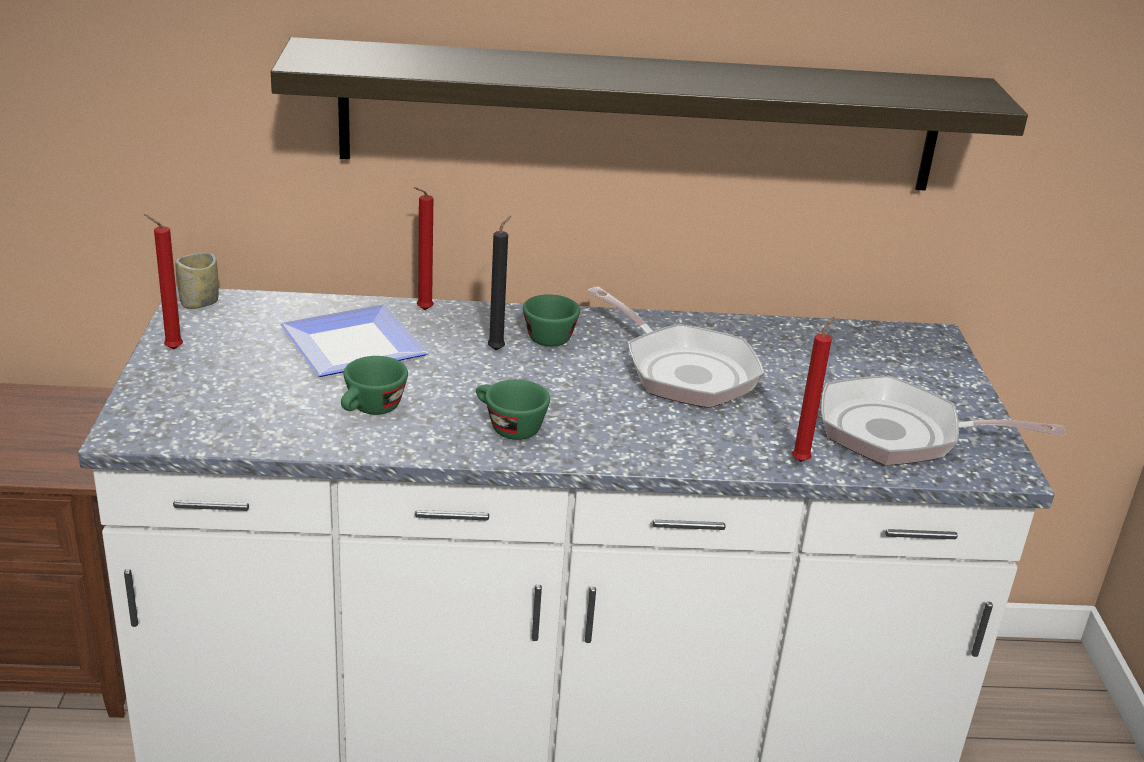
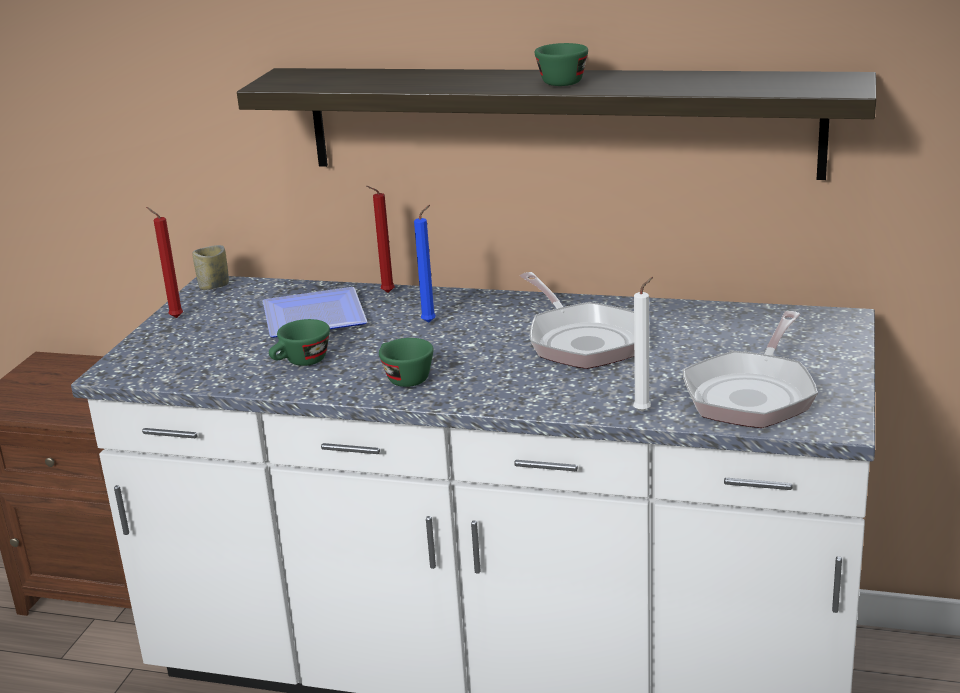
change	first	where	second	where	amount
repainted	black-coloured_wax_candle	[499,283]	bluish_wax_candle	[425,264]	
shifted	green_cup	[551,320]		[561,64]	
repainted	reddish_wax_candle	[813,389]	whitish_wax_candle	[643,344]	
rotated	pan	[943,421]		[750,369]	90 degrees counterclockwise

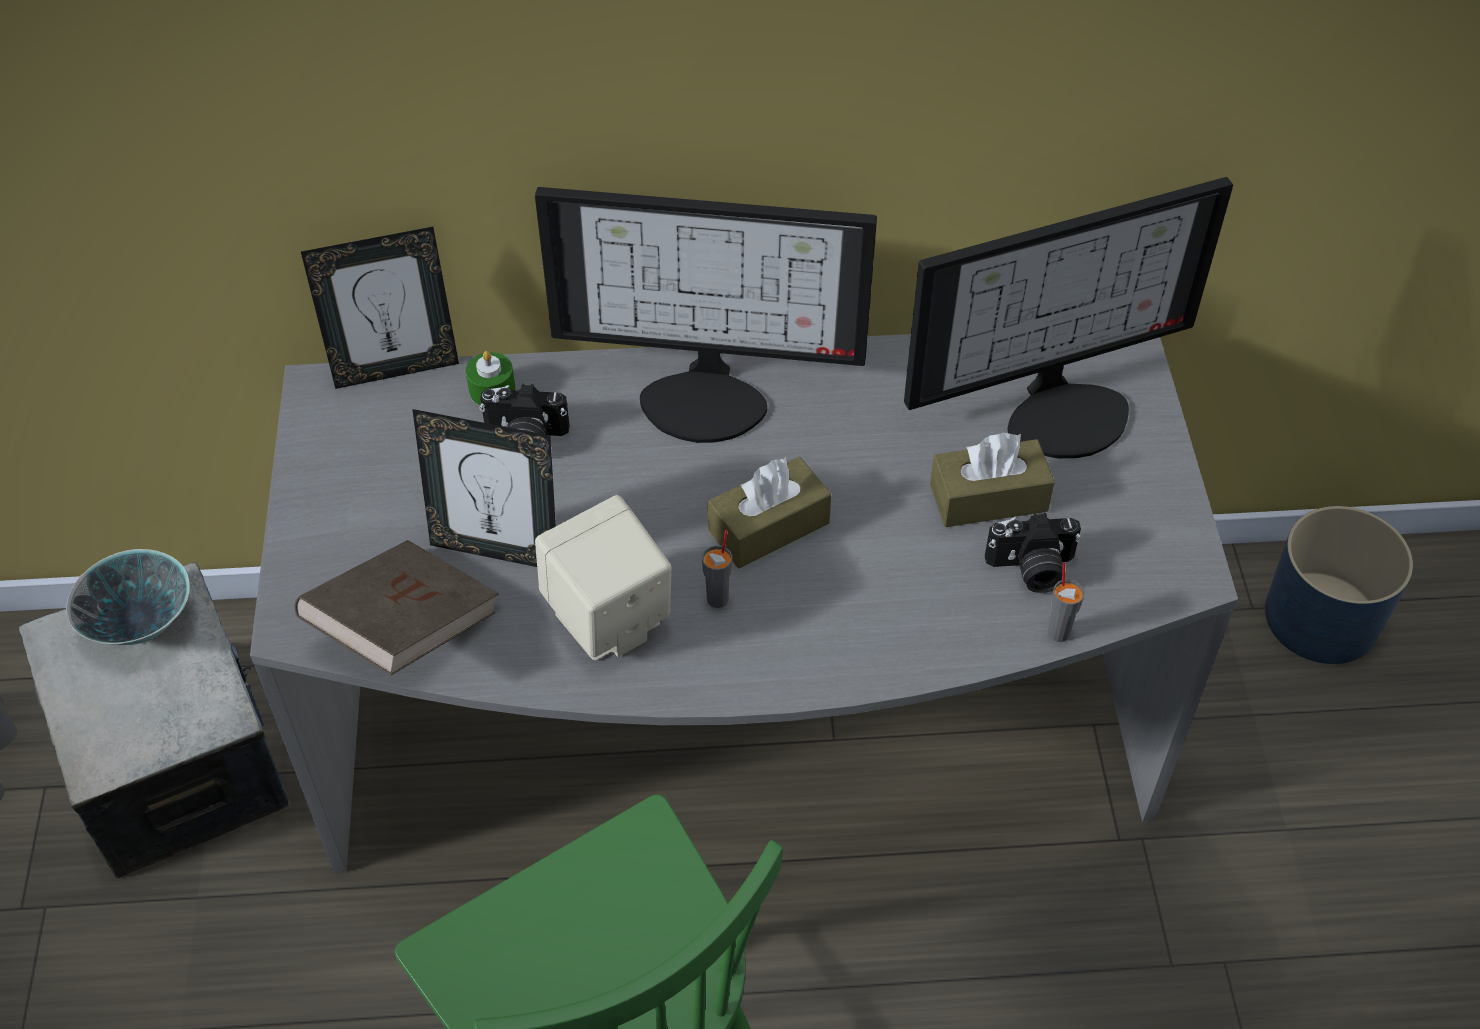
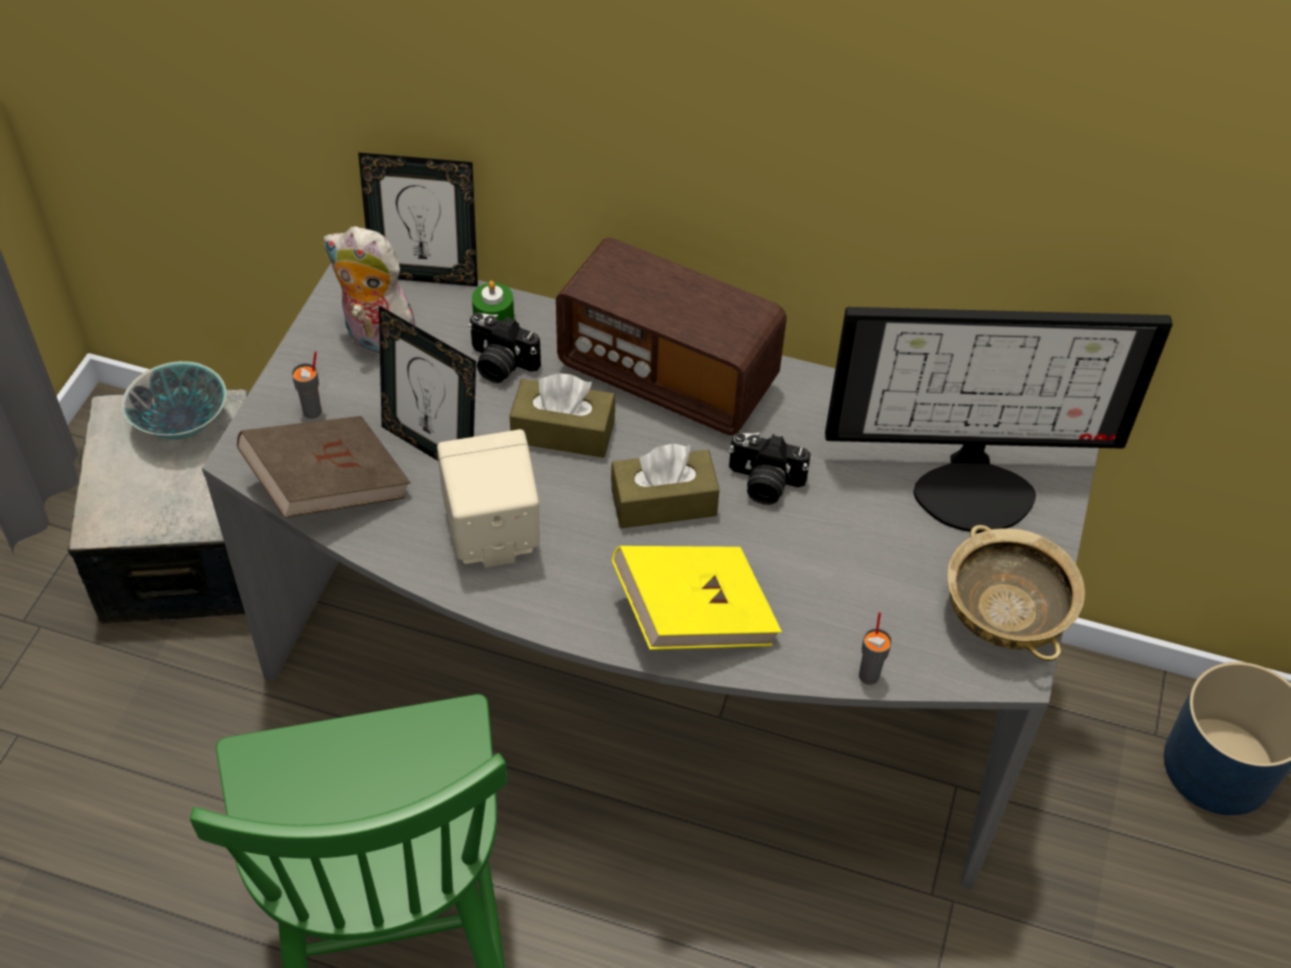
change	first	where	second	where	amount
swapped	computer_display	[706,315]	radio_set	[671,337]	
shifted	brown-coloured_box_of_tissues	[992,480]		[562,415]	
shifted	photo_camera	[1033,553]		[770,469]	
shifted	grey_cup	[717,569]		[306,385]	
new			soft_toy	[370,294]	
new			beige_bowl	[1016,593]	
new			yellow_bound_book	[697,598]	

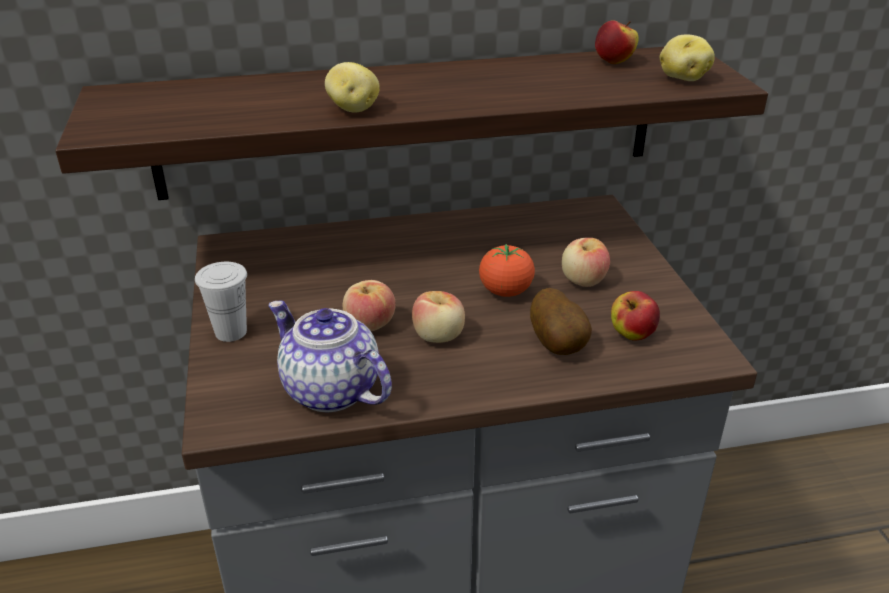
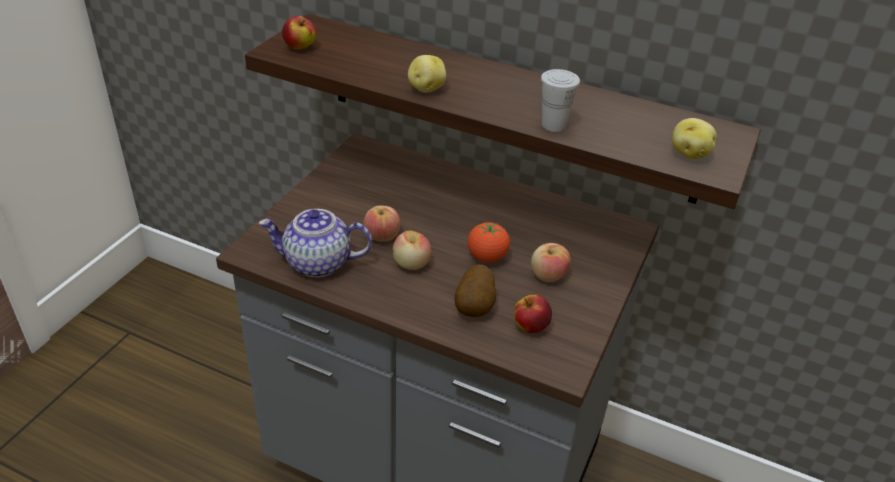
change	first	where	second	where	amount
shifted	apple	[617,42]		[299,33]	
shifted	whitish_cup	[221,302]		[560,100]	
rotated	pot_for_tea	[330,356]		[315,243]	75 degrees counterclockwise

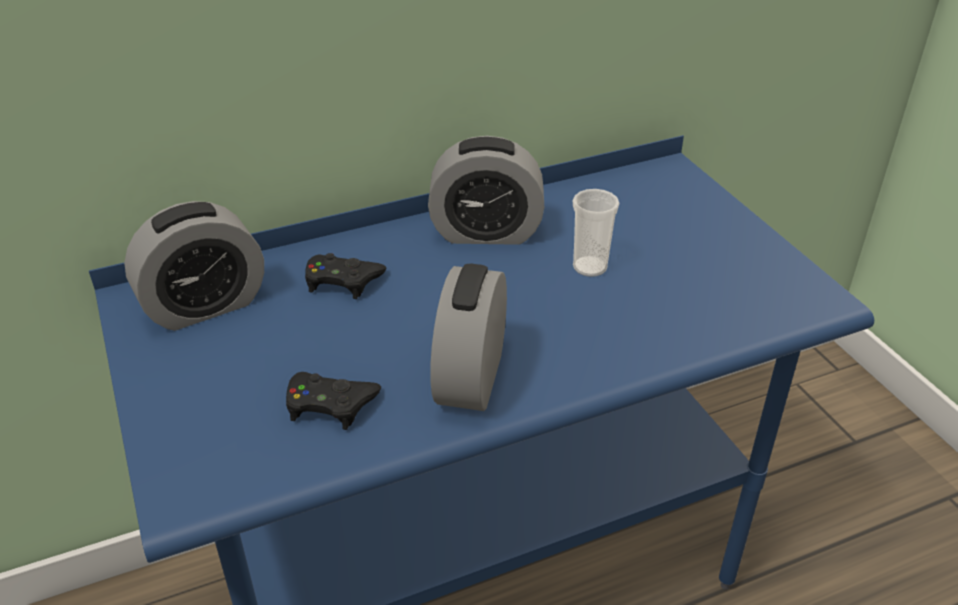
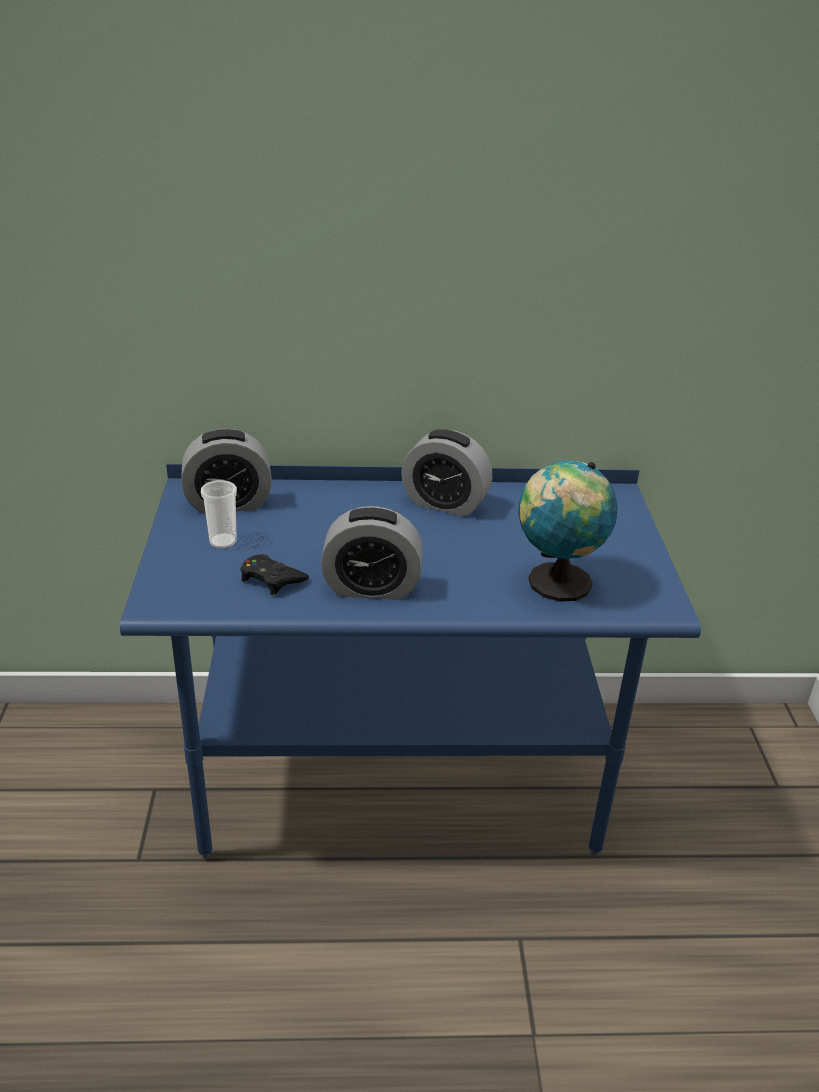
change	first	where	second	where	amount
shifted	cup	[596,233]		[219,514]	
gone	black-coloured_game_controller	[346,276]			
rotated	alarm_clock	[468,337]		[371,553]	120 degrees counterclockwise
new			world_globe	[568,531]	

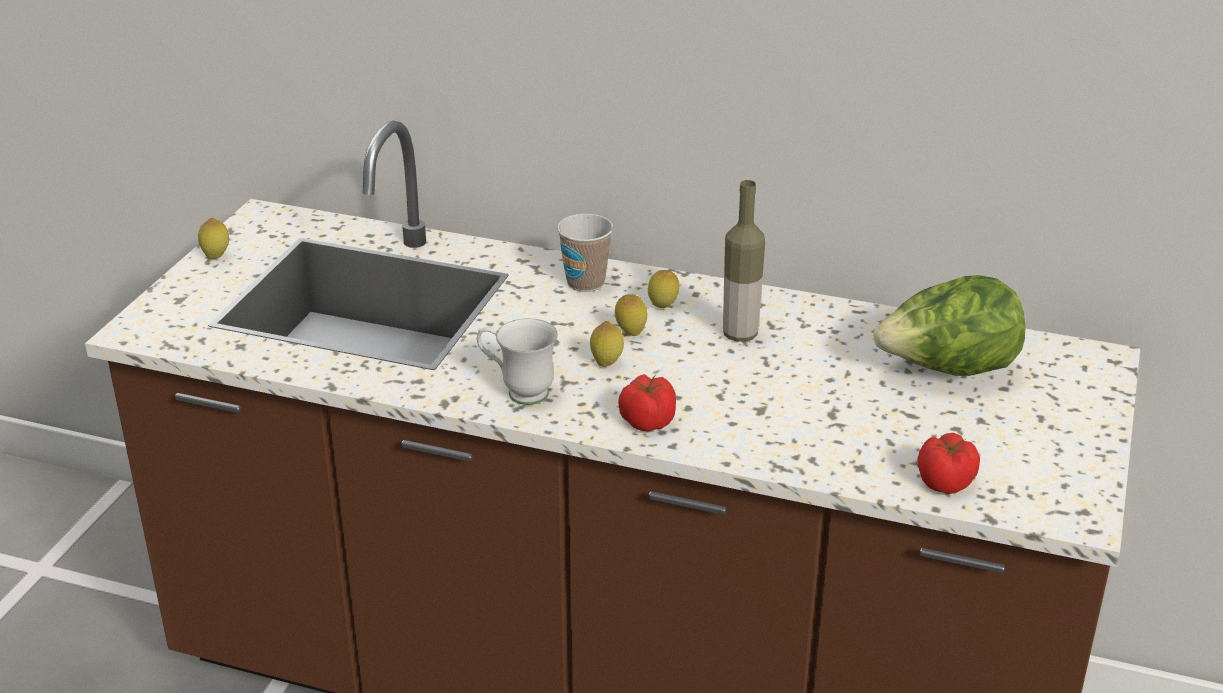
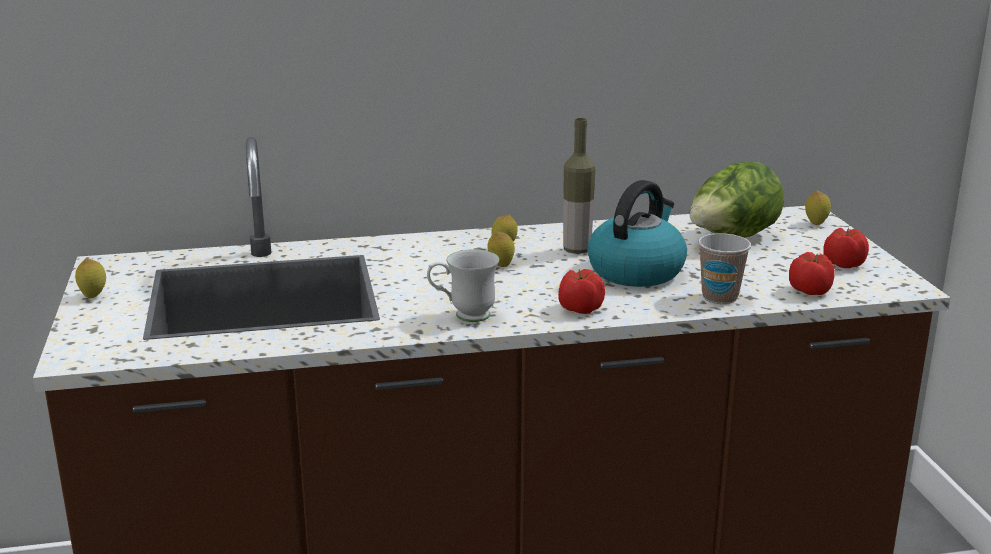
change	first	where	second	where	amount
shifted	cup	[585,253]		[724,268]	
shifted	citrus_fruit	[607,344]		[818,207]	
new			water_kettle	[637,233]	
new			tomato	[846,248]	

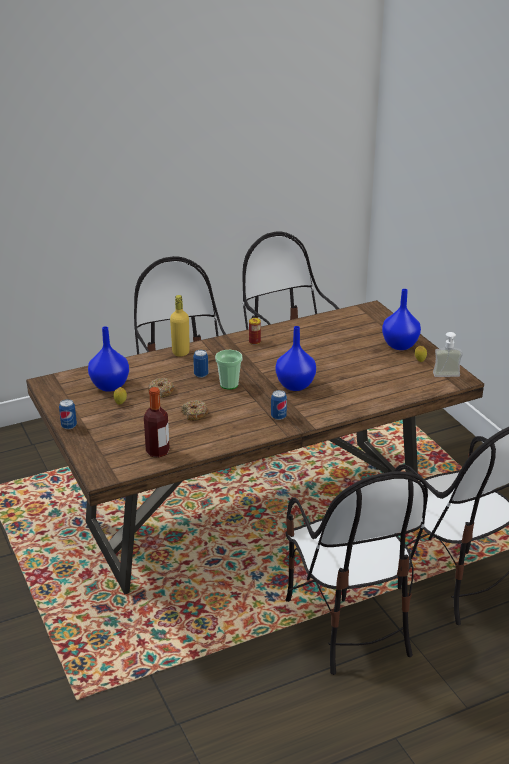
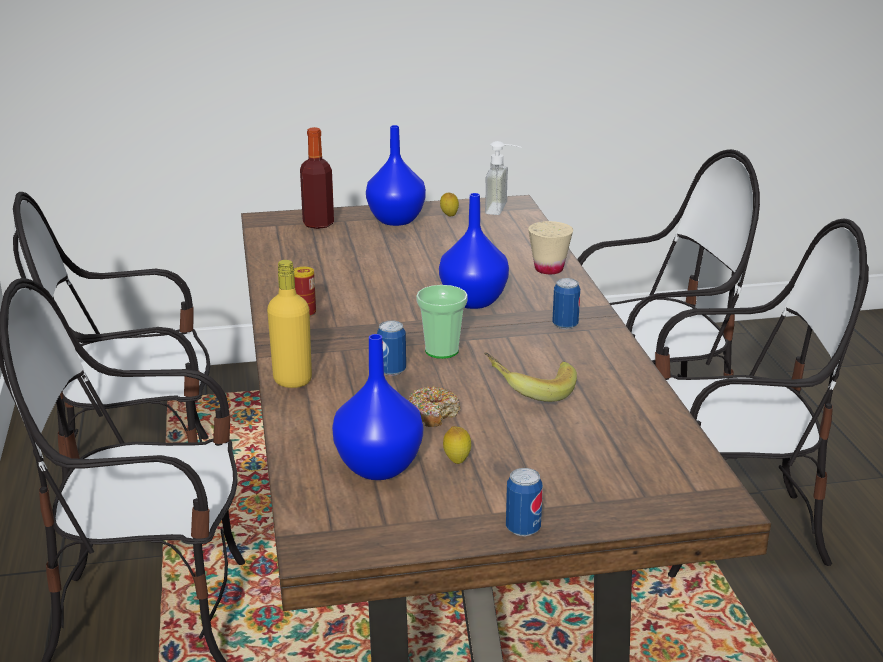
change	first	where	second	where	amount
shifted	drink_bottle	[157,422]		[317,178]	
swapped	ring_doughnut	[194,410]	banana_fruit	[530,377]	
new			beige_cup	[550,247]	

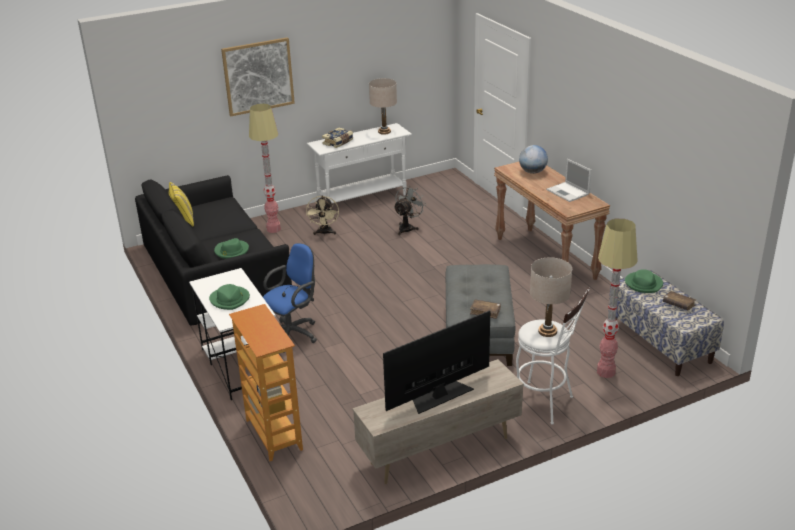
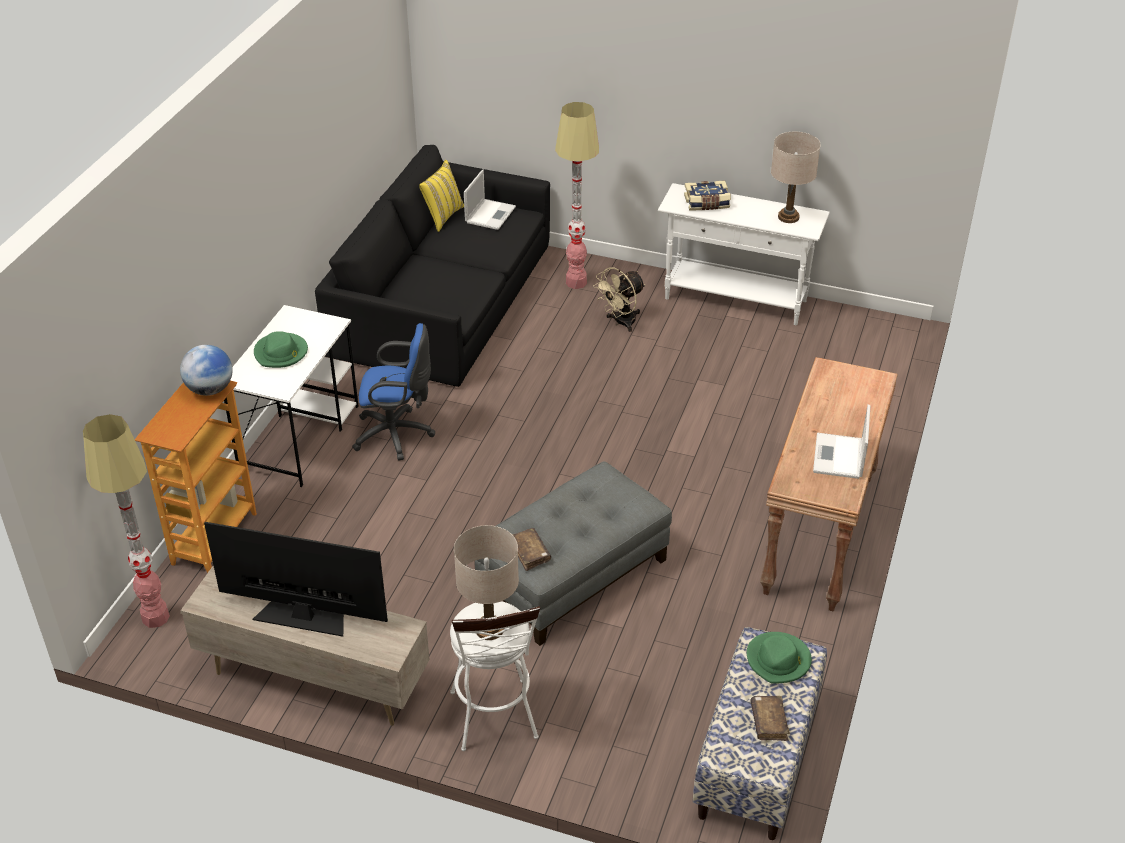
change	first	where	second	where	amount
gone	wall_art	[258,76]			
shifted	world_globe	[533,159]		[206,370]	
gone	grey_electric_fan	[410,210]			
shifted	floor_lamp	[617,298]		[126,521]	
gone	green_wearable_hat	[231,248]			
new			notebook_computer	[490,200]	

